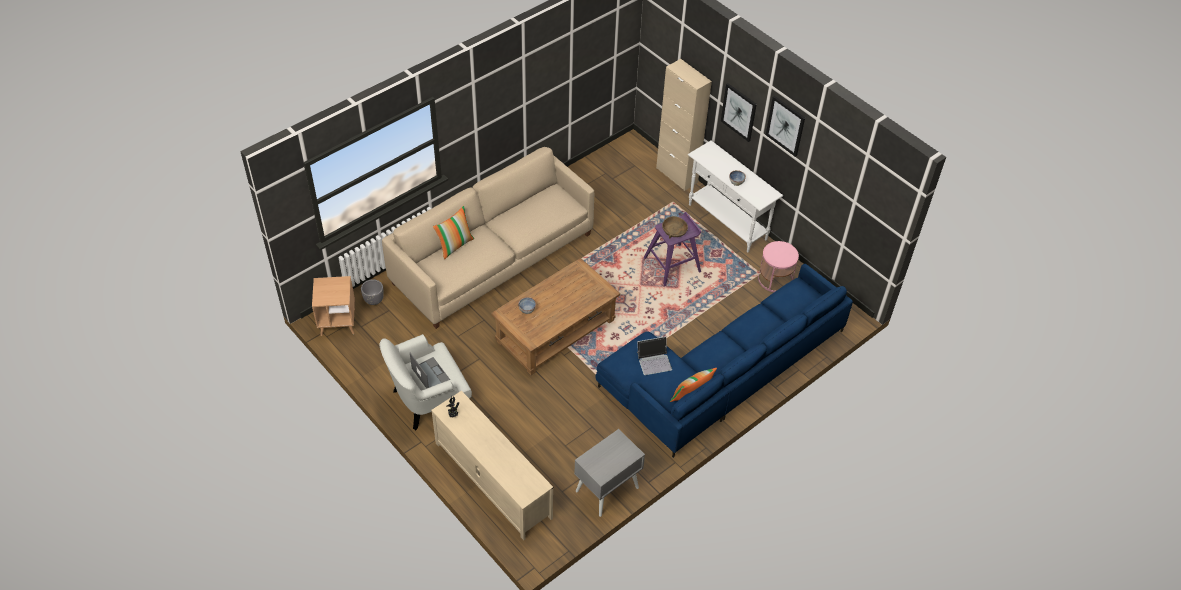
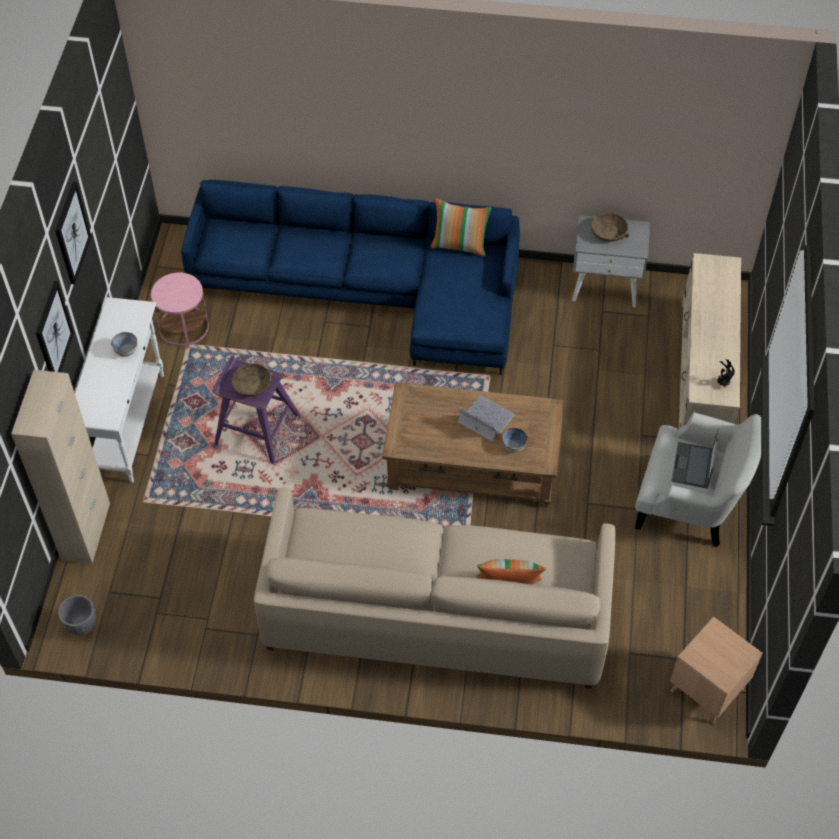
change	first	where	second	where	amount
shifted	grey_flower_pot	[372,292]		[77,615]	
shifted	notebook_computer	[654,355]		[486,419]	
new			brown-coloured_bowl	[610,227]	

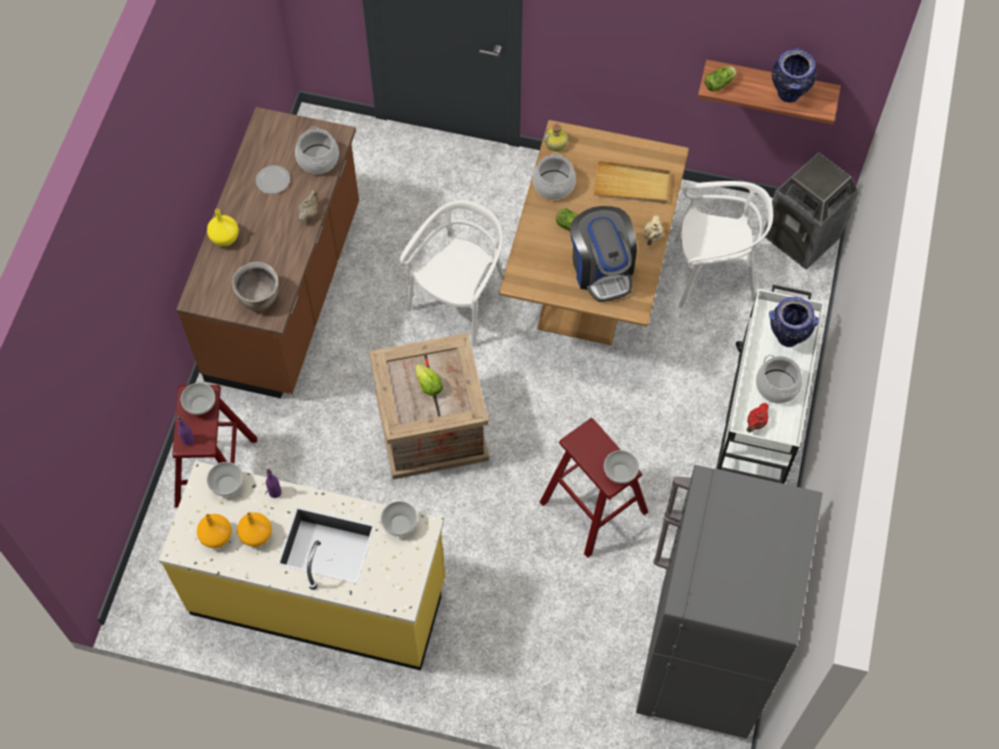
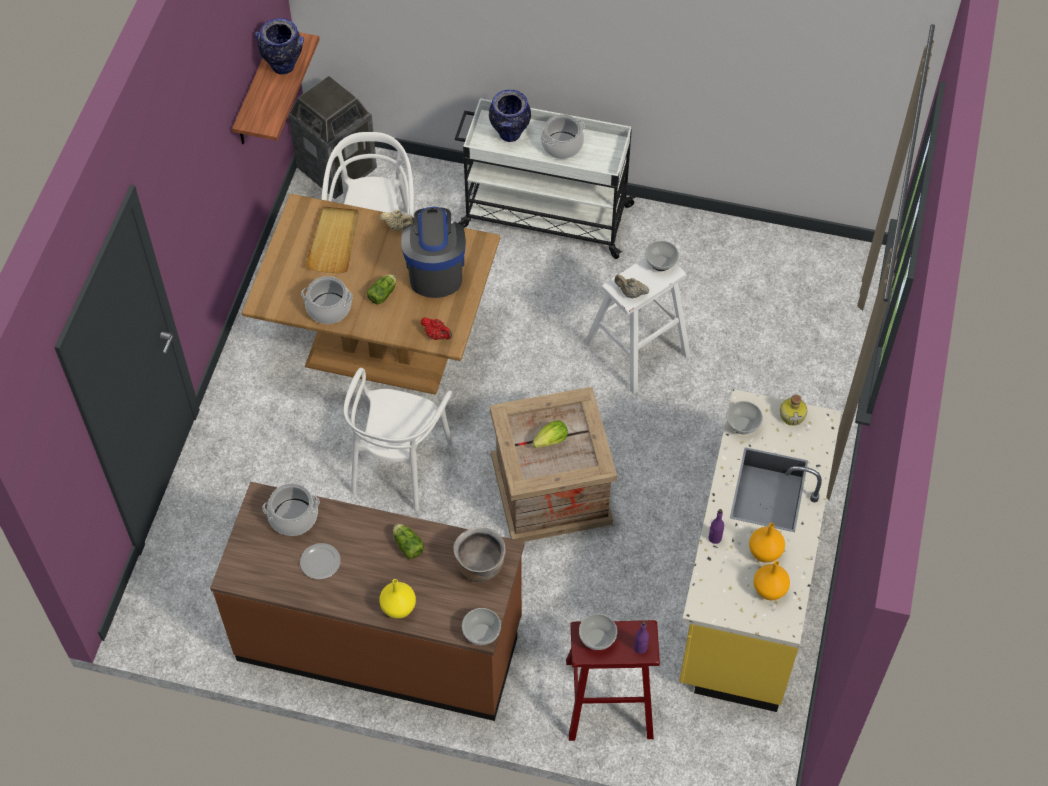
change	first	where	second	where	amount
shifted	lettuce	[720,79]		[408,541]	
shifted	drink_bottle	[556,138]		[793,410]	
shifted	beige_pot_for_tea	[308,206]		[631,286]	
rotated	whitish_plain_chair	[452,273]		[398,439]	105 degrees counterclockwise
rotated	coffee_maker	[603,254]		[433,252]	75 degrees counterclockwise
shifted	reddish_pot_for_tea	[758,417]		[436,328]	
repainted	reddish_sitting_stool	[594,488]	whitish_sitting_stool	[637,325]	
shifted	bowl	[225,479]		[481,626]	
gone	grey_fridge	[729,602]			

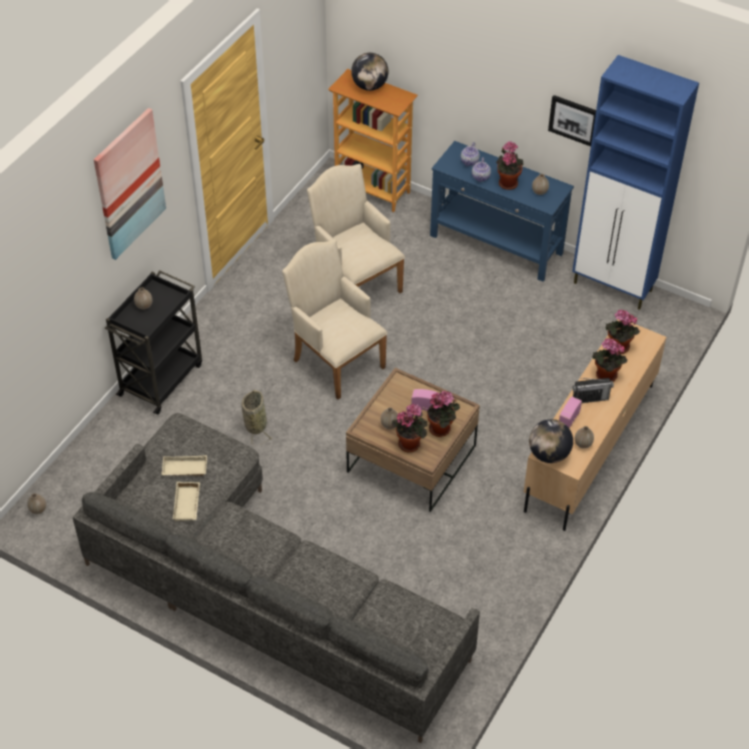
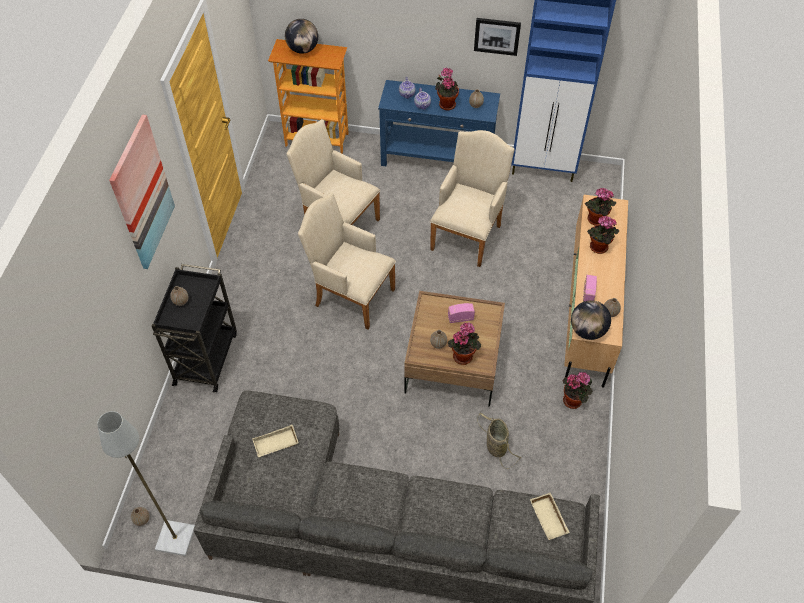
change	first	where	second	where	amount
gone	radio_set	[593,390]			
shifted	storage_basket	[256,417]		[499,441]	
shifted	houseplant	[443,414]		[577,390]	
shifted	beige_carrying_tray	[186,501]		[550,516]	
new			beige_lounge_chair	[472,198]	
new			grey_floor_lamp	[146,483]	

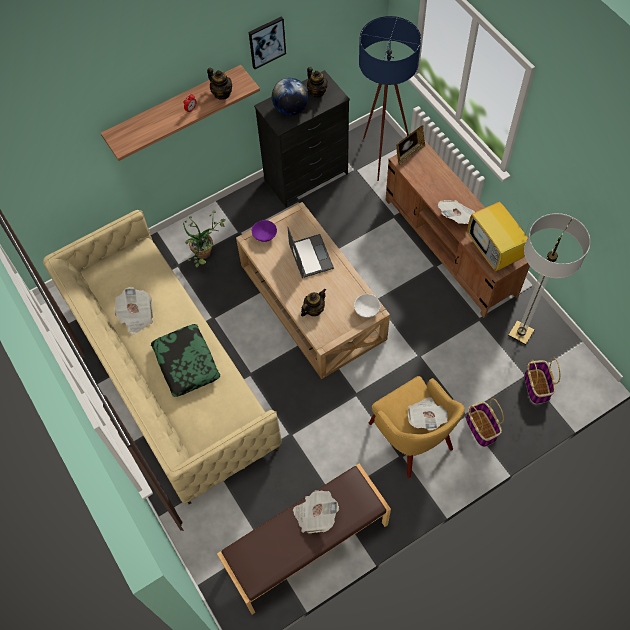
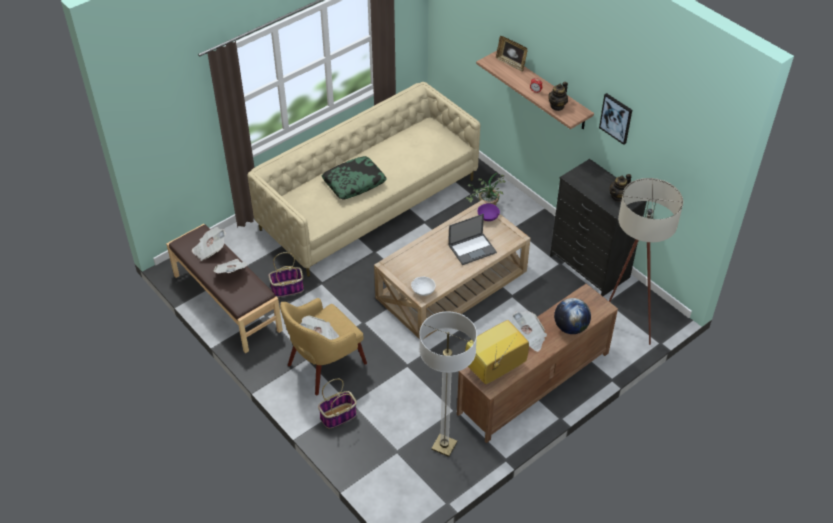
change	first	where	second	where	amount
repainted	bluish_floor_lamp	[390,98]	beige_floor_lamp	[646,261]	
shifted	world_globe	[290,97]		[572,316]	
shifted	picture_frame	[410,145]		[511,54]	
shifted	printed_paper	[134,311]		[209,244]	
gone	pot_for_tea	[313,302]			
shifted	storage_basket	[542,381]		[286,274]	

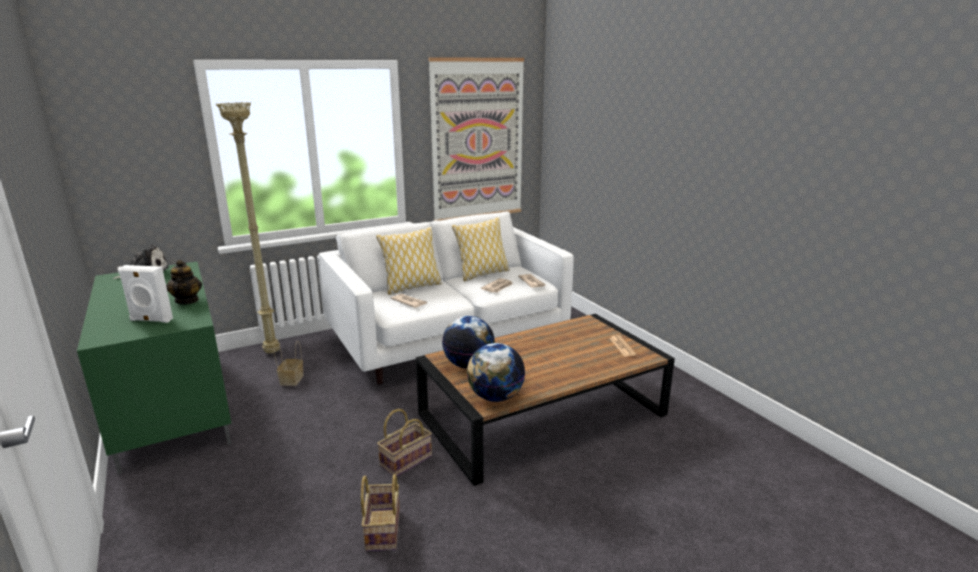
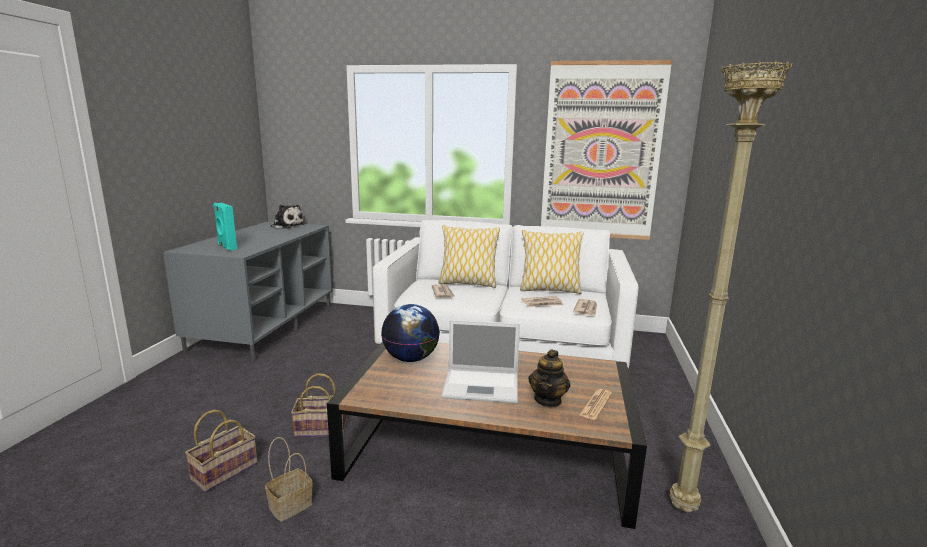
change	first	where	second	where	amount
shifted	beige_floor_lamp	[248,227]		[731,286]	
shifted	pot_for_tea	[184,282]		[549,378]	
repainted	green_tv_stand	[154,368]	grey_tv_stand	[248,292]	
repainted	whitish_loudspeaker	[145,294]	blue-green_loudspeaker	[225,227]	
shifted	storage_basket	[289,363]		[289,479]	
gone	world_globe	[496,372]			
new			notebook_computer	[480,361]	

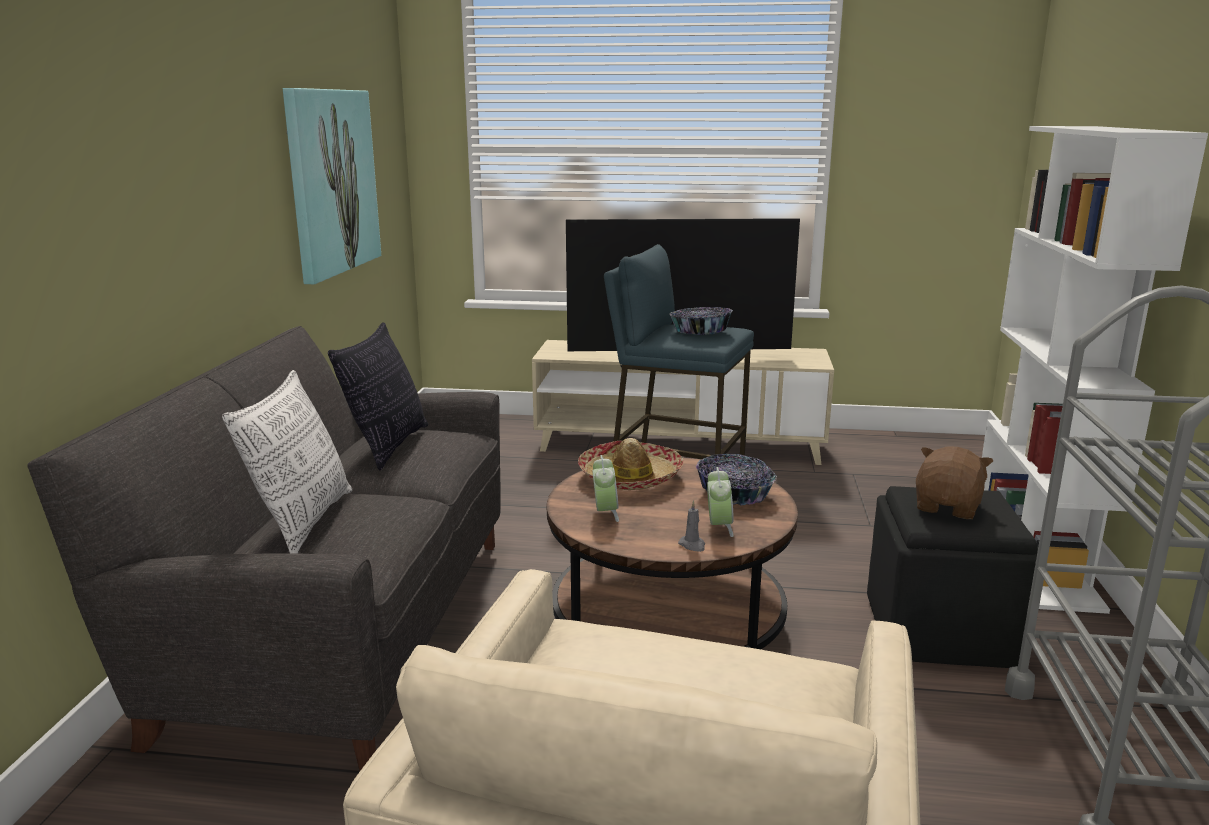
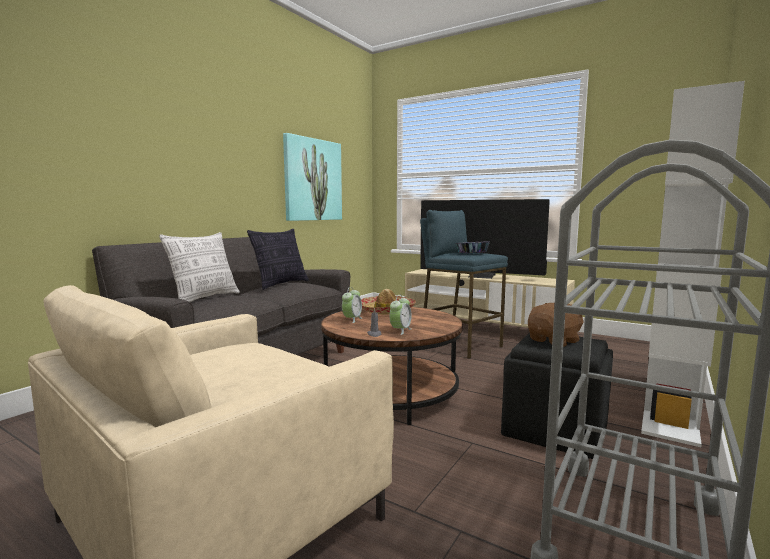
change	first	where	second	where	amount
gone	bowl	[736,479]			

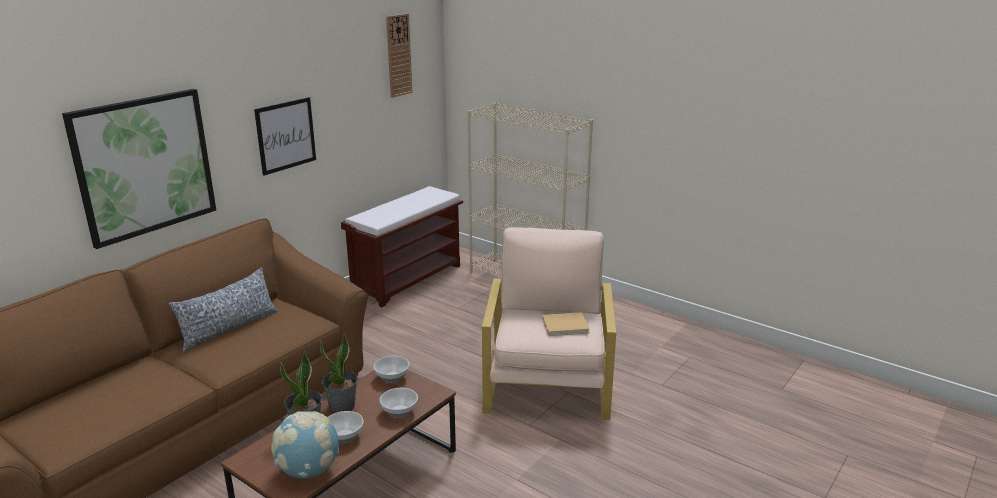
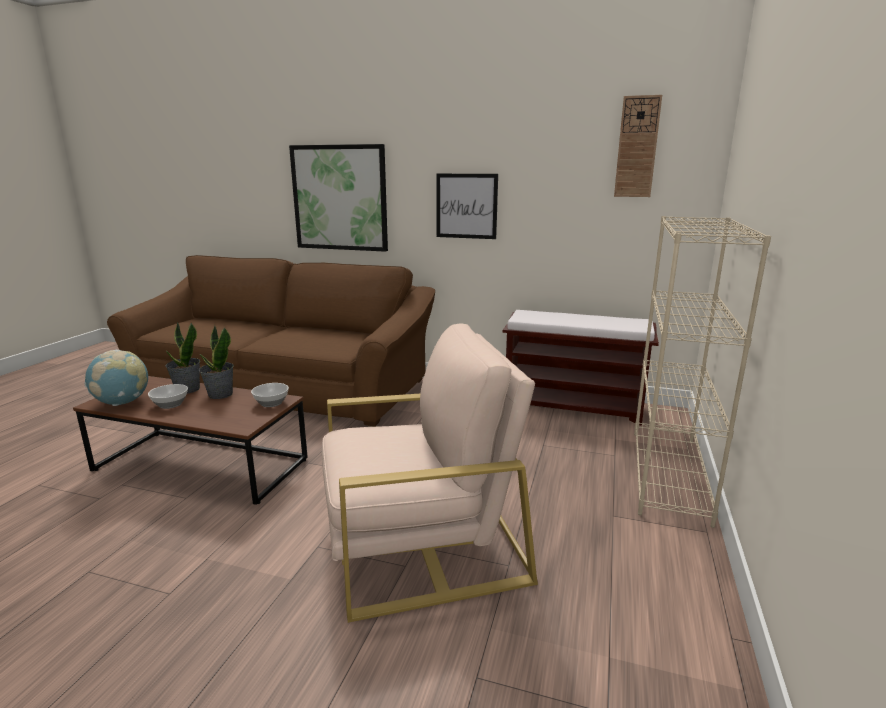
change	first	where	second	where	amount
gone	cushion	[223,309]			
gone	beige_bound_book	[566,324]			
gone	bowl	[399,403]			

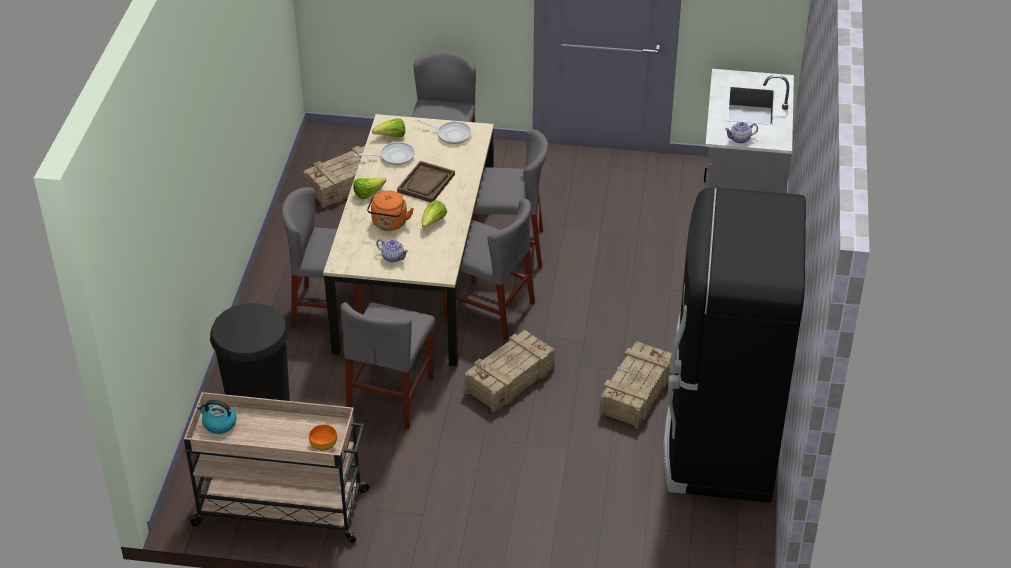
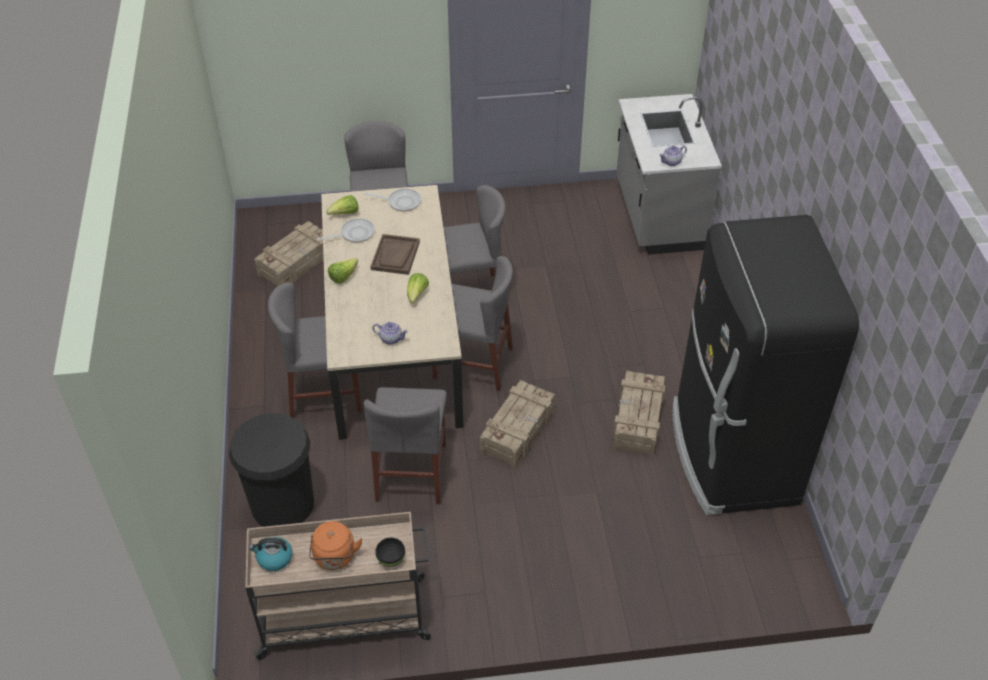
change	first	where	second	where	amount
shifted	orange-coloured_water_kettle	[390,210]		[336,545]	
repainted	orange-coloured_bowl	[323,437]	black-coloured_bowl	[390,552]	

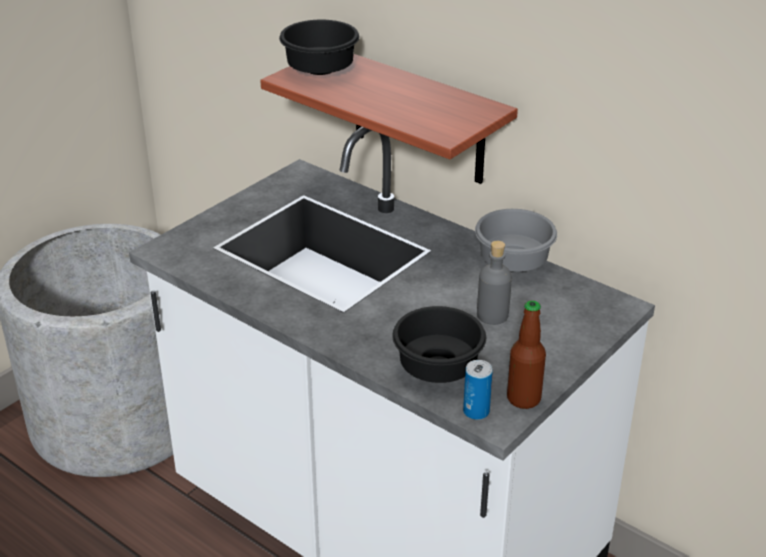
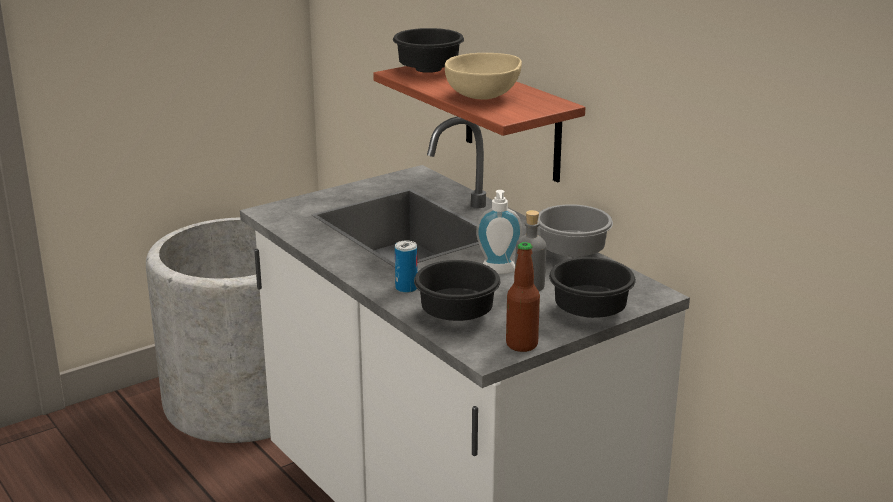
change	first	where	second	where	amount
shifted	metal_can	[478,390]		[406,267]	
new			beige_bowl	[483,76]	
new			soap_dispenser	[499,232]	
new			black-coloured_bowl	[592,287]	

